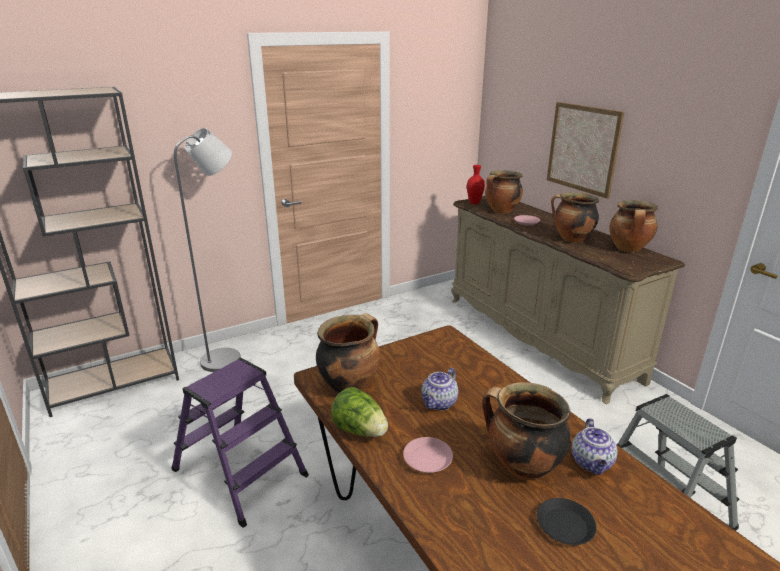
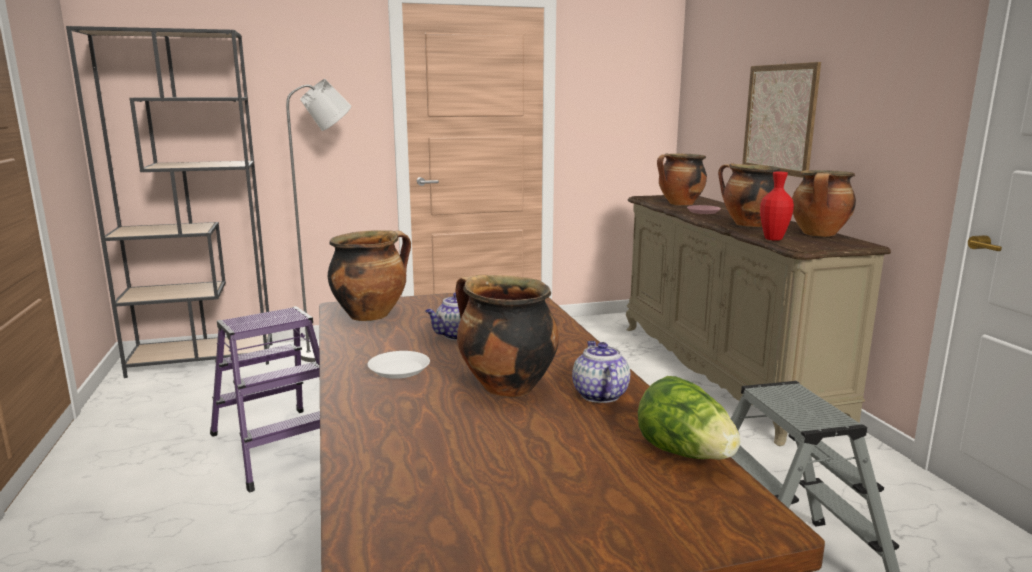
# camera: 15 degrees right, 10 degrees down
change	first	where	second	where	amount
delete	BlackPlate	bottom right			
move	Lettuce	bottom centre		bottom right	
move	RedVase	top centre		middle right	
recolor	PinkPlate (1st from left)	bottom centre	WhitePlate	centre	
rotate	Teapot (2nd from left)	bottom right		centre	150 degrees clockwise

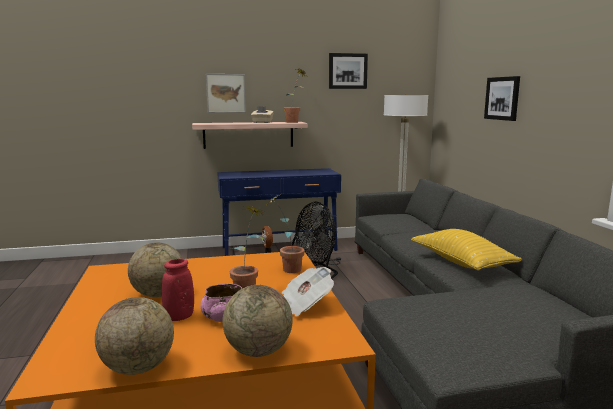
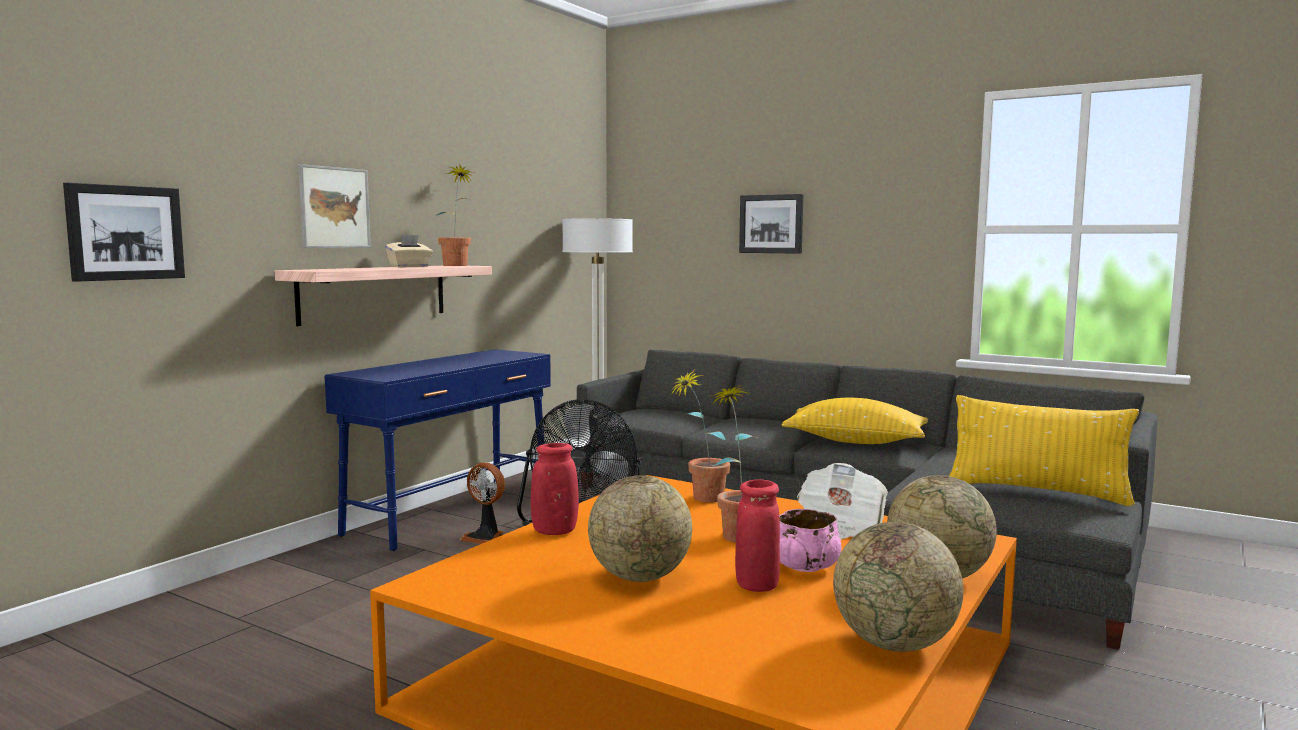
# camera: 45 degrees left, 5 degrees down
change	first	where	second	where	amount
insert			RedVase (1st from left)	bottom centre	
insert			YellowPillow (2nd from left)	middle right	
move	Picture (2nd from left in the first image)	top centre	Picture (1st from left)	top left	

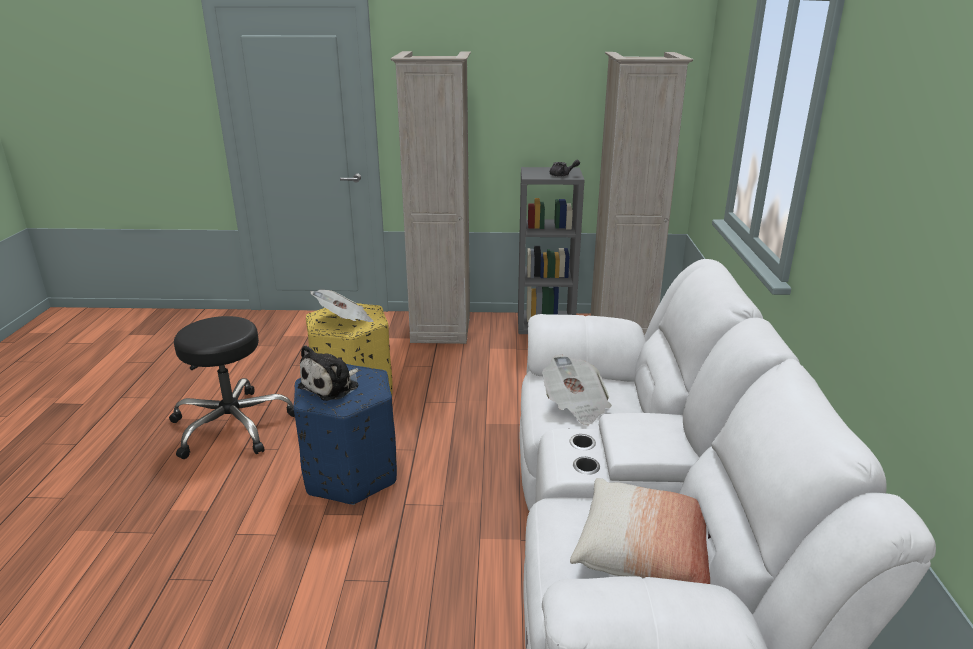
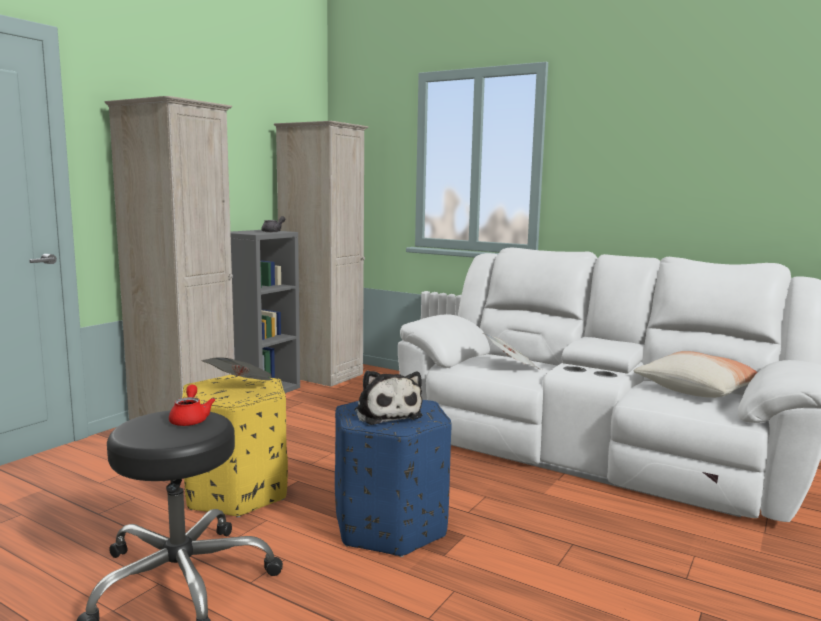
# camera: 60 degrees left, 15 degrees down
change	first	where	second	where	amount
insert			RedTeapot	middle left	

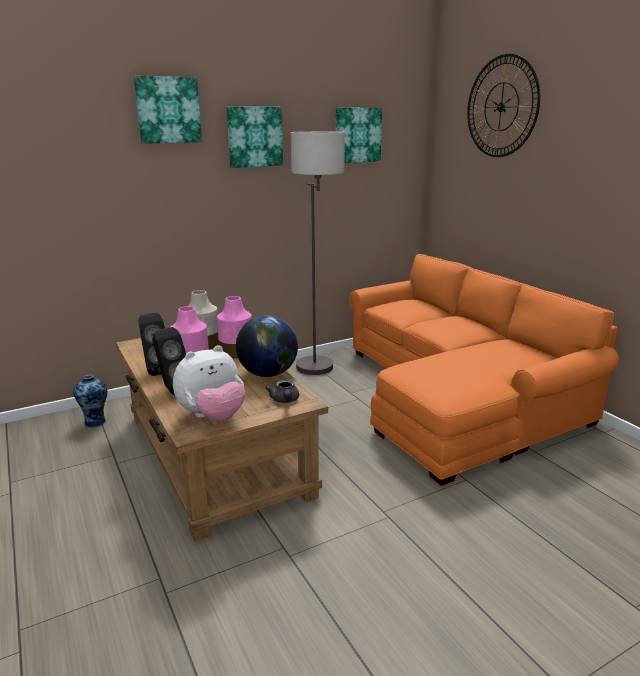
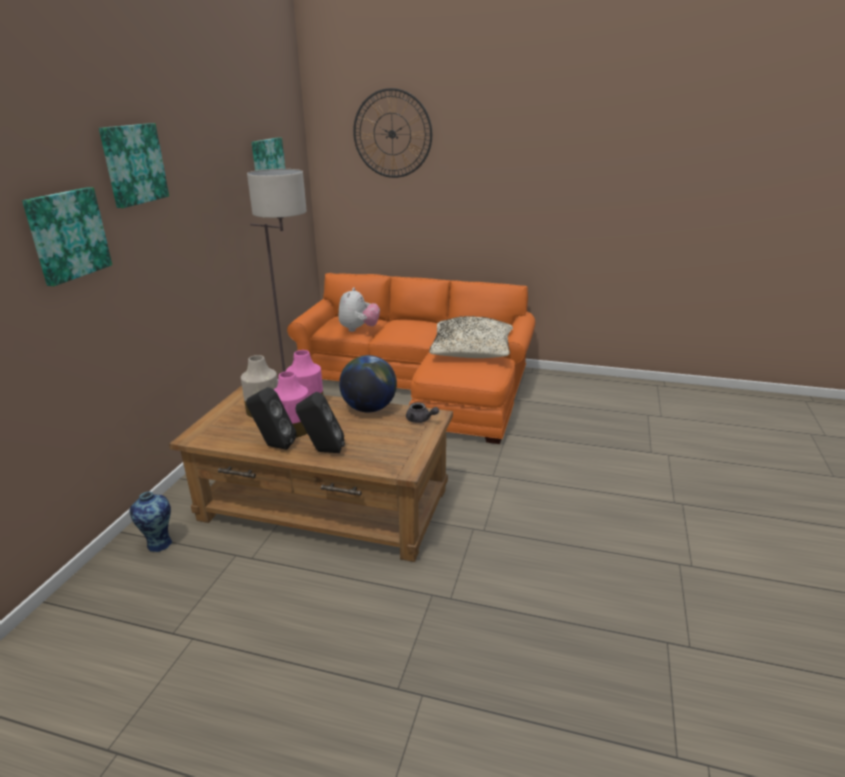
# camera: 45 degrees left, 5 degrees up
change	first	where	second	where	amount
insert			BeigePillow	centre	
move	PlushToy	middle left		centre	
move	Picture (2nd from left in the first image)	top centre	Picture (1st from left)	top left	

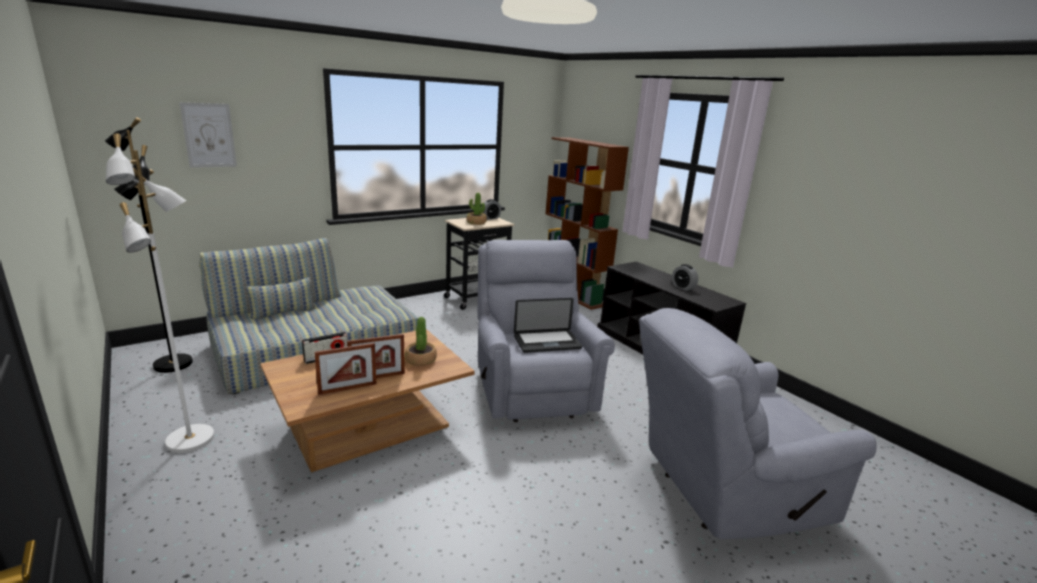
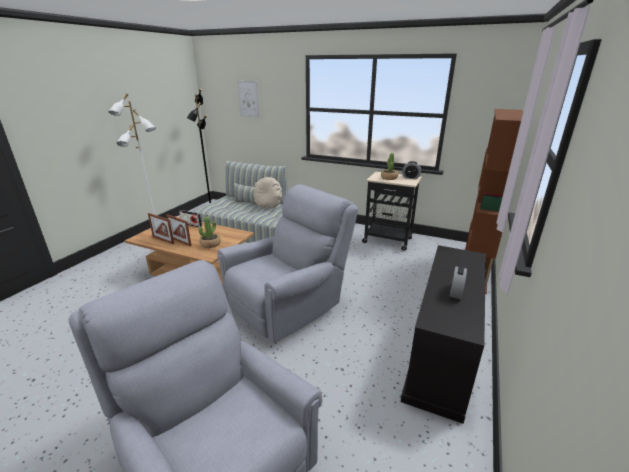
# camera: 60 degrees right, 5 degrees up
change	first	where	second	where	amount
delete	Laptop	centre			
insert			BeigePillow	centre	

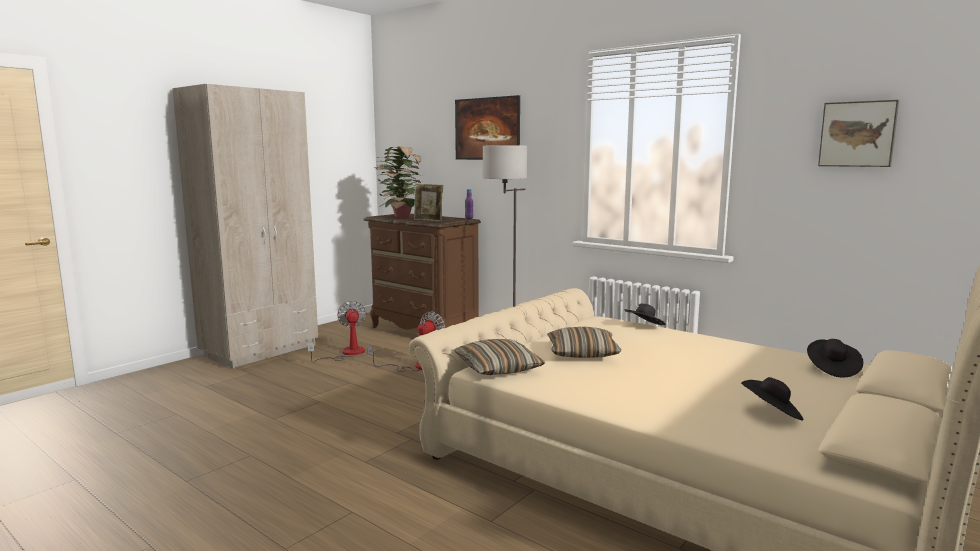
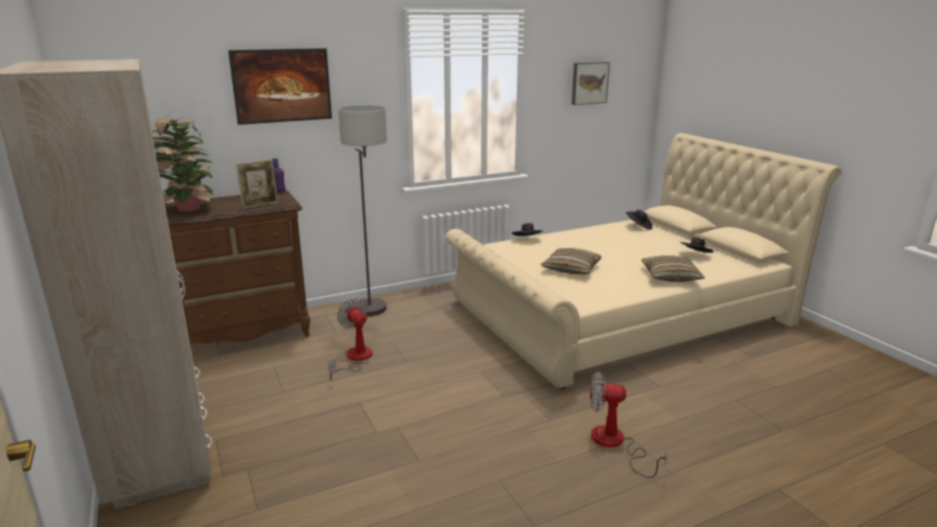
# camera: 65 degrees left, 10 degrees up
change	first	where	second	where	amount
move	Fan (1st from left in the first image)	centre	Fan (2nd from left)	bottom right	
move	Pillow (1st from left in the first image)	centre	Pillow (2nd from left)	middle right	

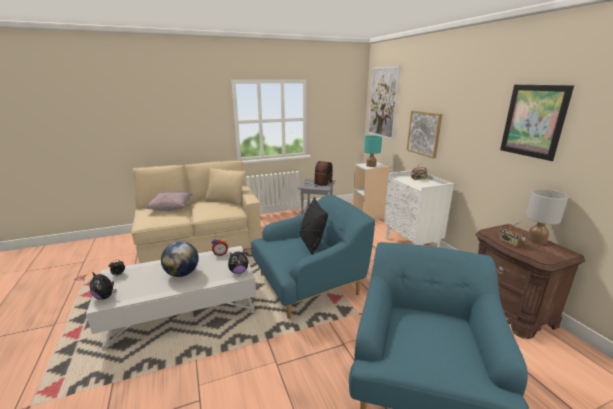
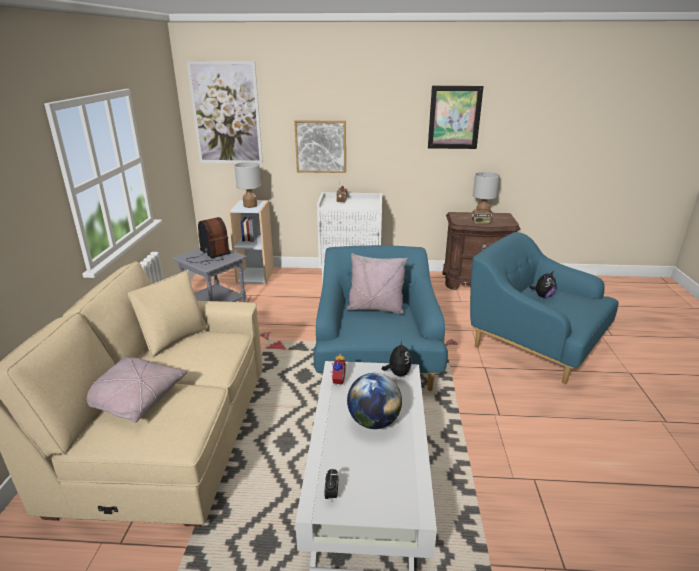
# camera: 65 degrees left, 5 degrees up
change	first	where	second	where	amount
move	PlushToy (1st from left in the first image)	bottom left	PlushToy (2nd from left)	middle right	
recolor	BlackPillow	centre	PurplePillow (2nd from left)	centre	
recolor	TurquoiseTableLamp	centre	GreyTableLamp (1st from left)	top centre	

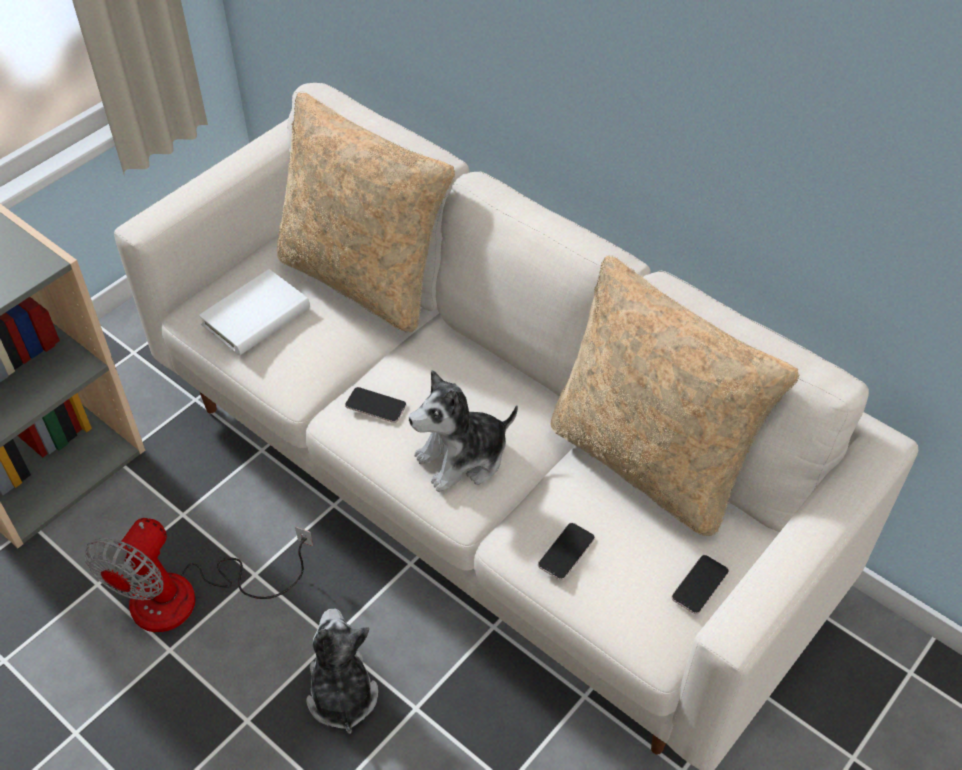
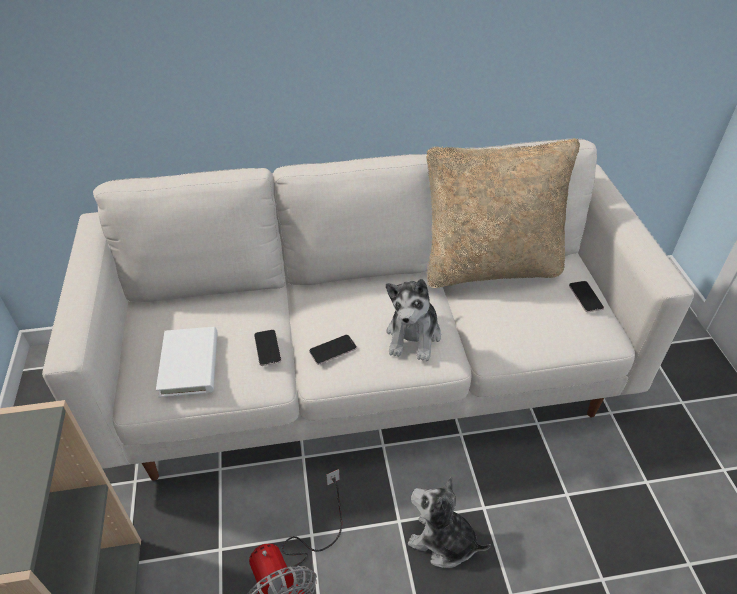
# camera: 50 degrees left, 5 degrees down
change	first	where	second	where	amount
delete	BeigePillow (1st from left)	top centre			
move	Phone (2nd from left in the first image)	bottom centre	Phone (1st from left)	centre	

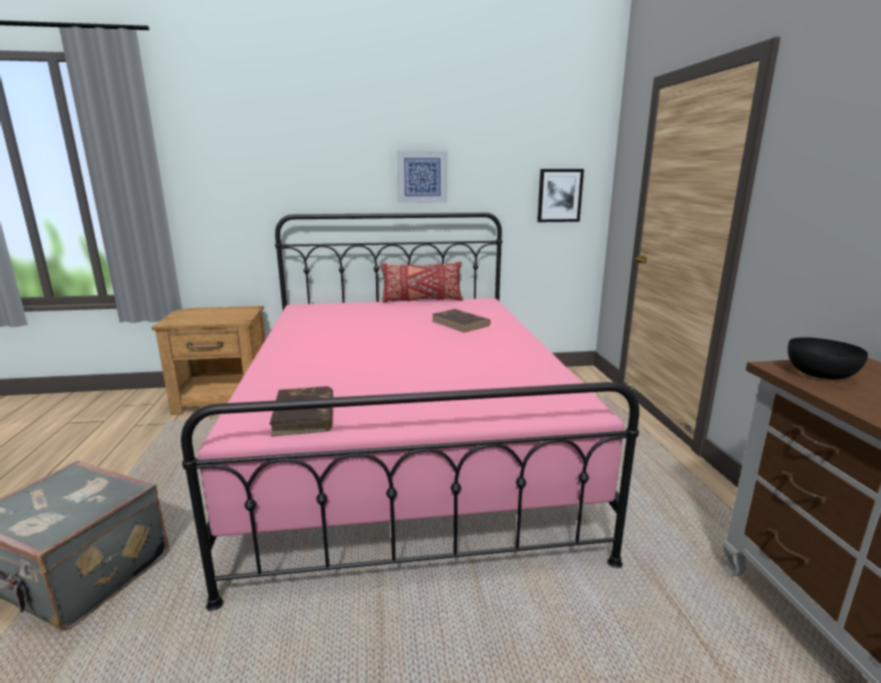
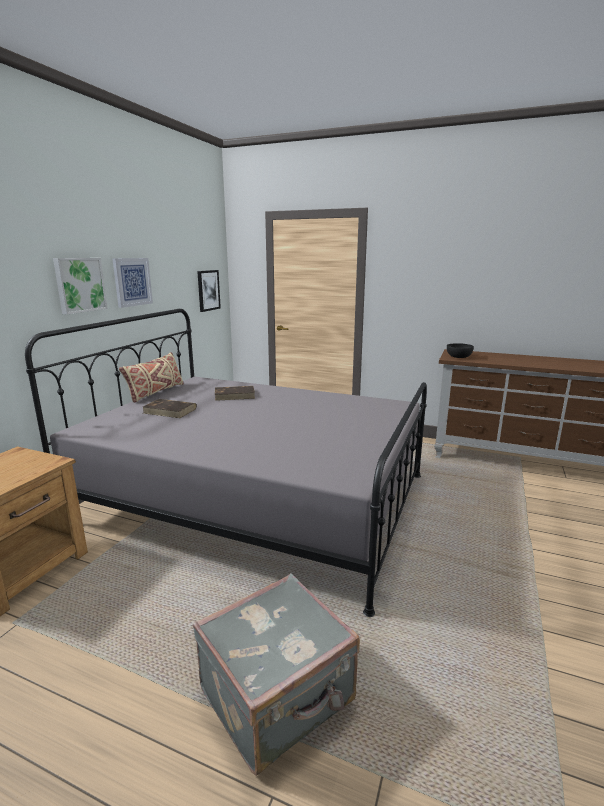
# camera: 60 degrees left, 0 degrees up
change	first	where	second	where	amount
insert			Picture (1st from left)	middle left	
move	BrownBook (1st from left)	centre		middle left	
recolor	PinkBed	centre	GreyBed	centre	
recolor	RedPillow	centre	BeigePillow	middle left	

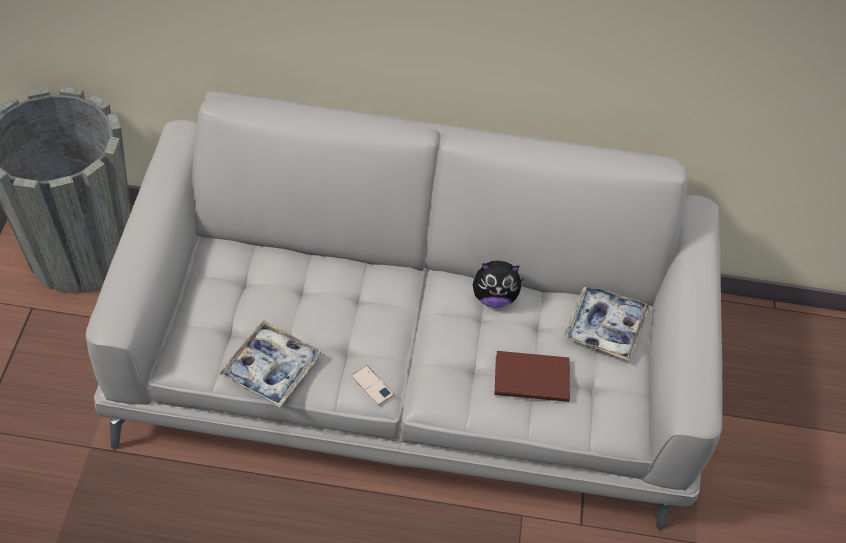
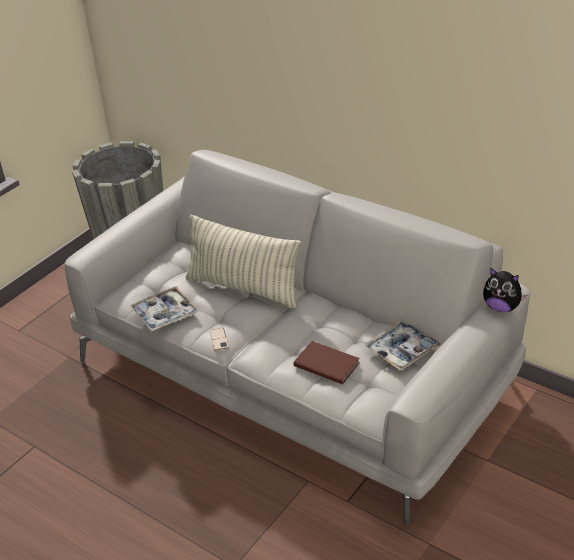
# camera: 35 degrees right, 15 degrees down
change	first	where	second	where	amount
insert			Pillow	centre	
move	PlushToy	centre		middle right	

